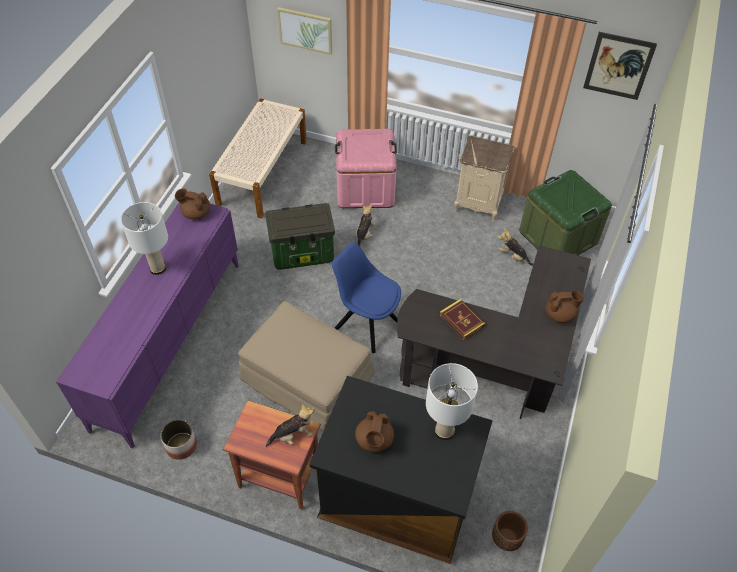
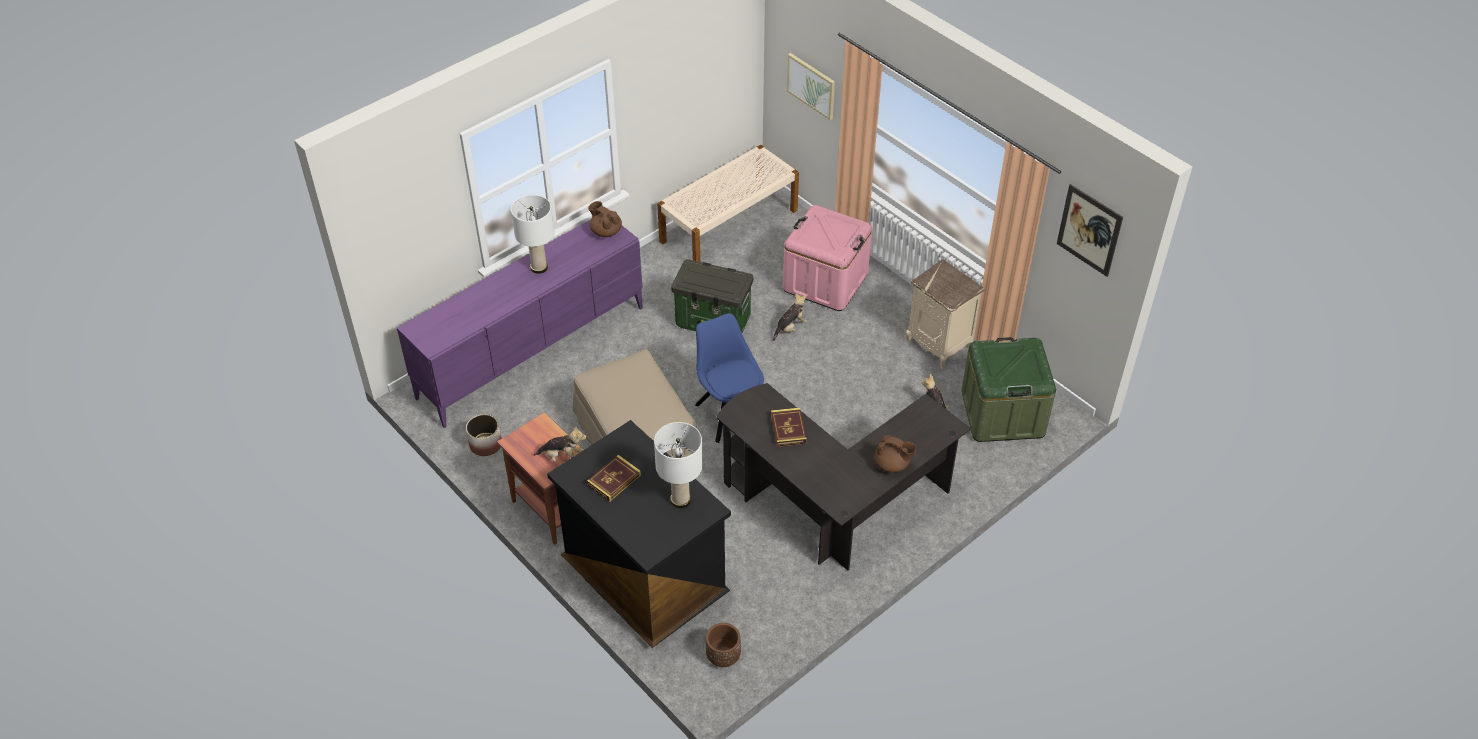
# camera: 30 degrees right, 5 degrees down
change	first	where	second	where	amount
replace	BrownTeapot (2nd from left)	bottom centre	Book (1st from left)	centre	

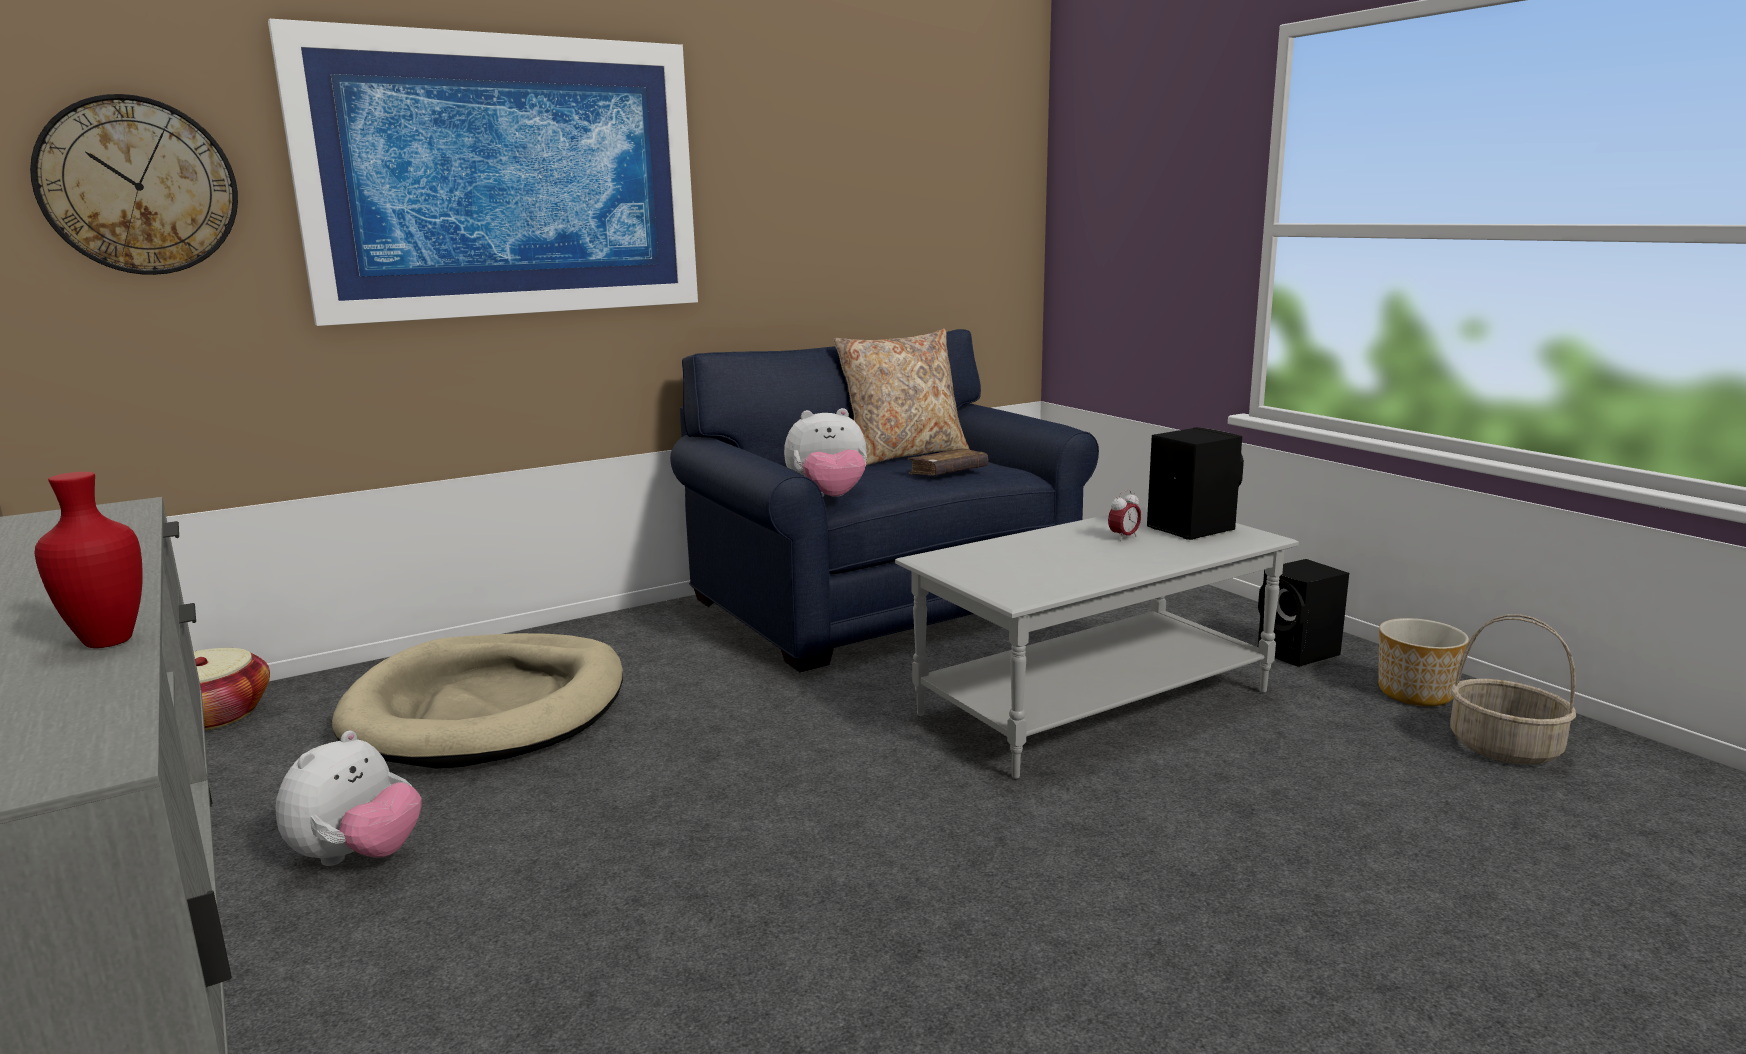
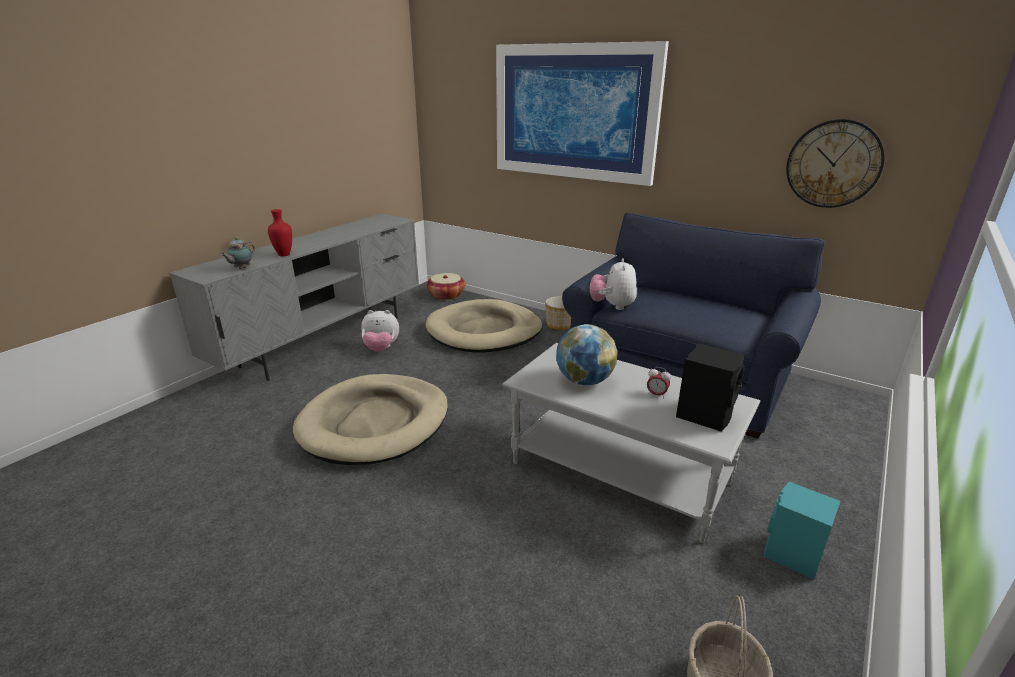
# camera: 65 degrees right, 10 degrees up
change	first	where	second	where	amount
delete	BeigePillow	centre			
delete	BrownBook	centre			
insert			Teapot	middle left	
insert			BeigeDogBed (1st from left)	centre	
insert			Globe	centre	
move	WallClock	top left		top right	
move	Planter	middle right		centre	
recolor	BlackSpeaker (2nd from left)	middle right	TurquoiseSpeaker	bottom right	
rotate	PlushToy (2nd from left)	centre		centre	45 degrees clockwise

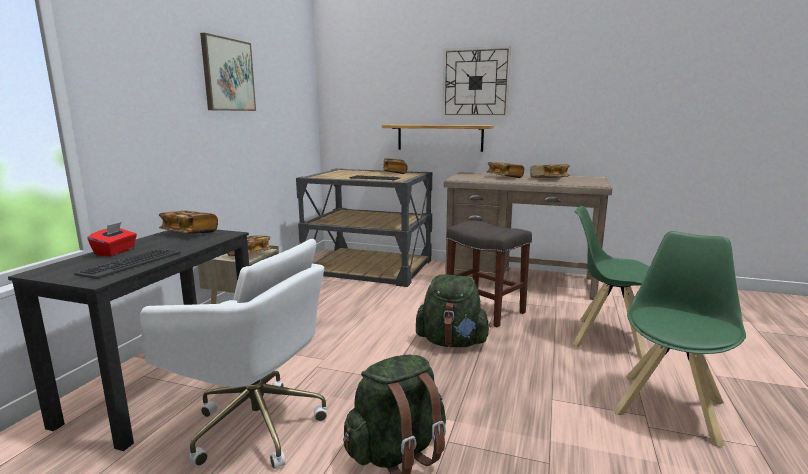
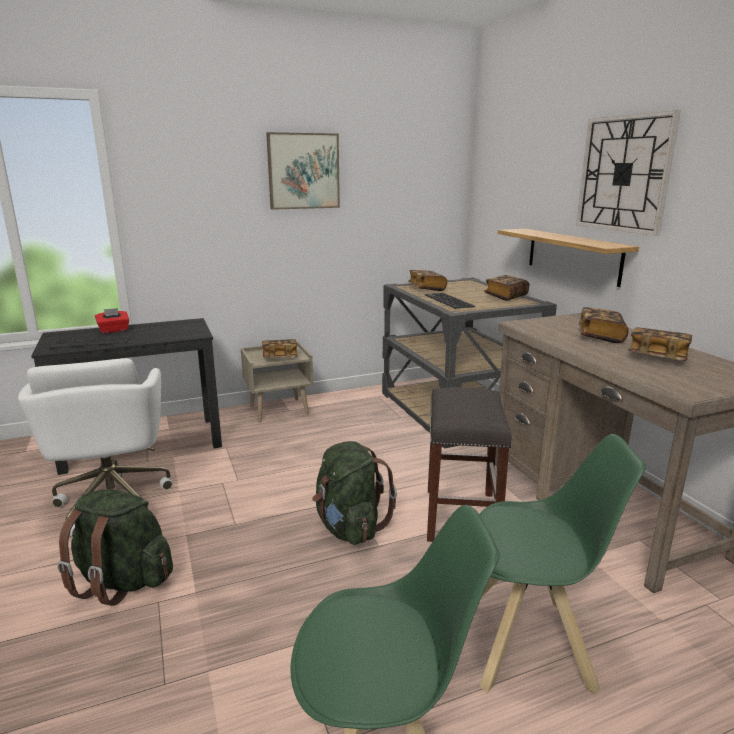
# camera: 50 degrees right, 5 degrees up
change	first	where	second	where	amount
move	Book (1st from left in the first image)	middle left	Book (2nd from left)	centre	
rotate	GreenChair (1st from left in the first image)	middle right	GreenChair (2nd from left)	bottom right	105 degrees clockwise

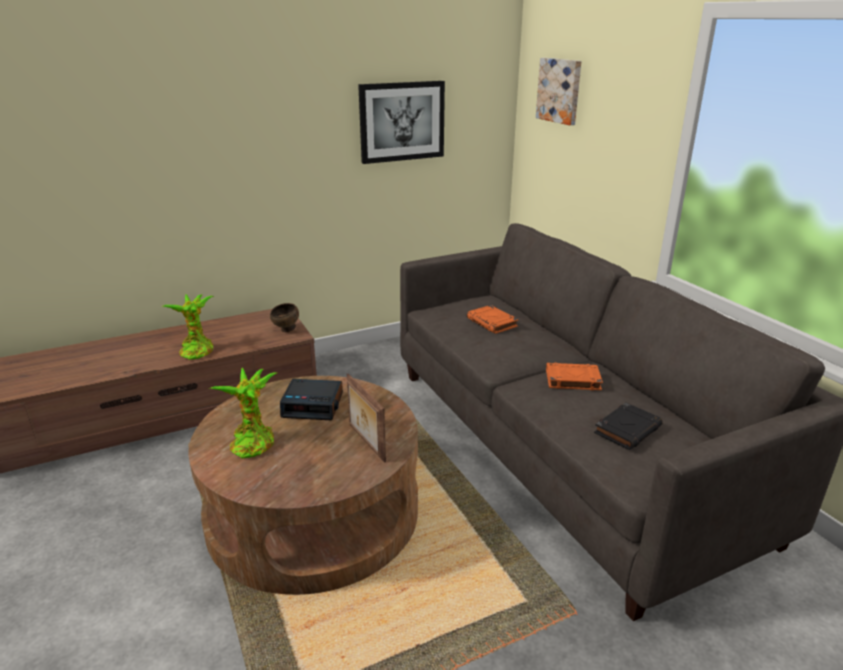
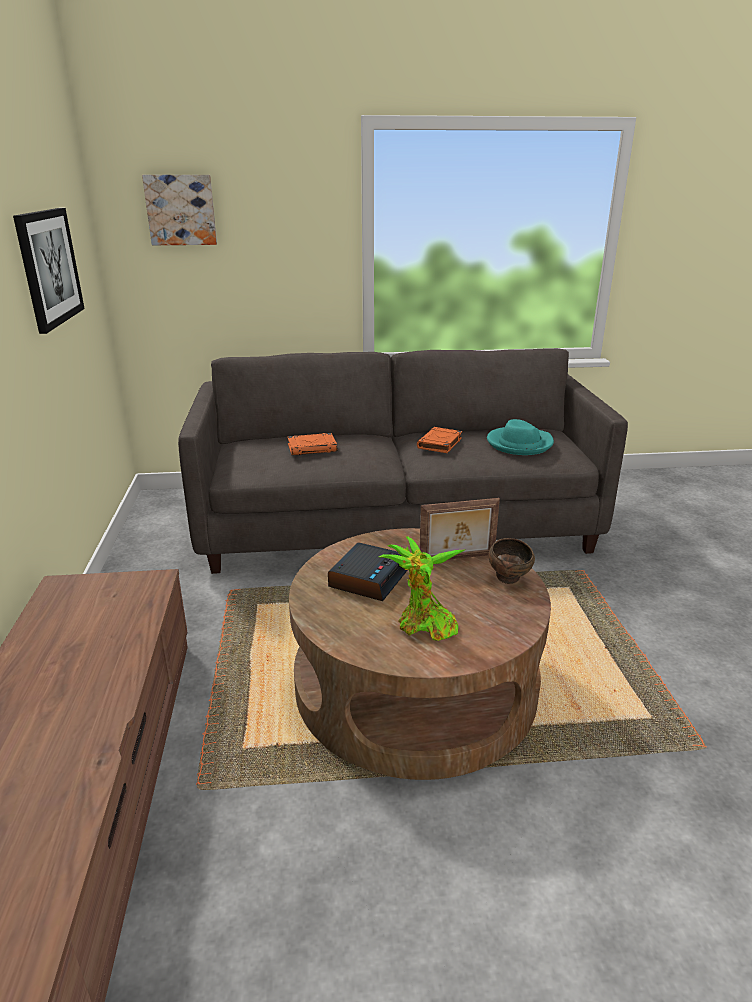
# camera: 70 degrees left, 0 degrees up
change	first	where	second	where	amount
delete	PottedPlant (1st from left)	middle left			
move	BrownBowl	centre		middle right	
replace	BlackBook	middle right	TurquoiseHat	middle right	

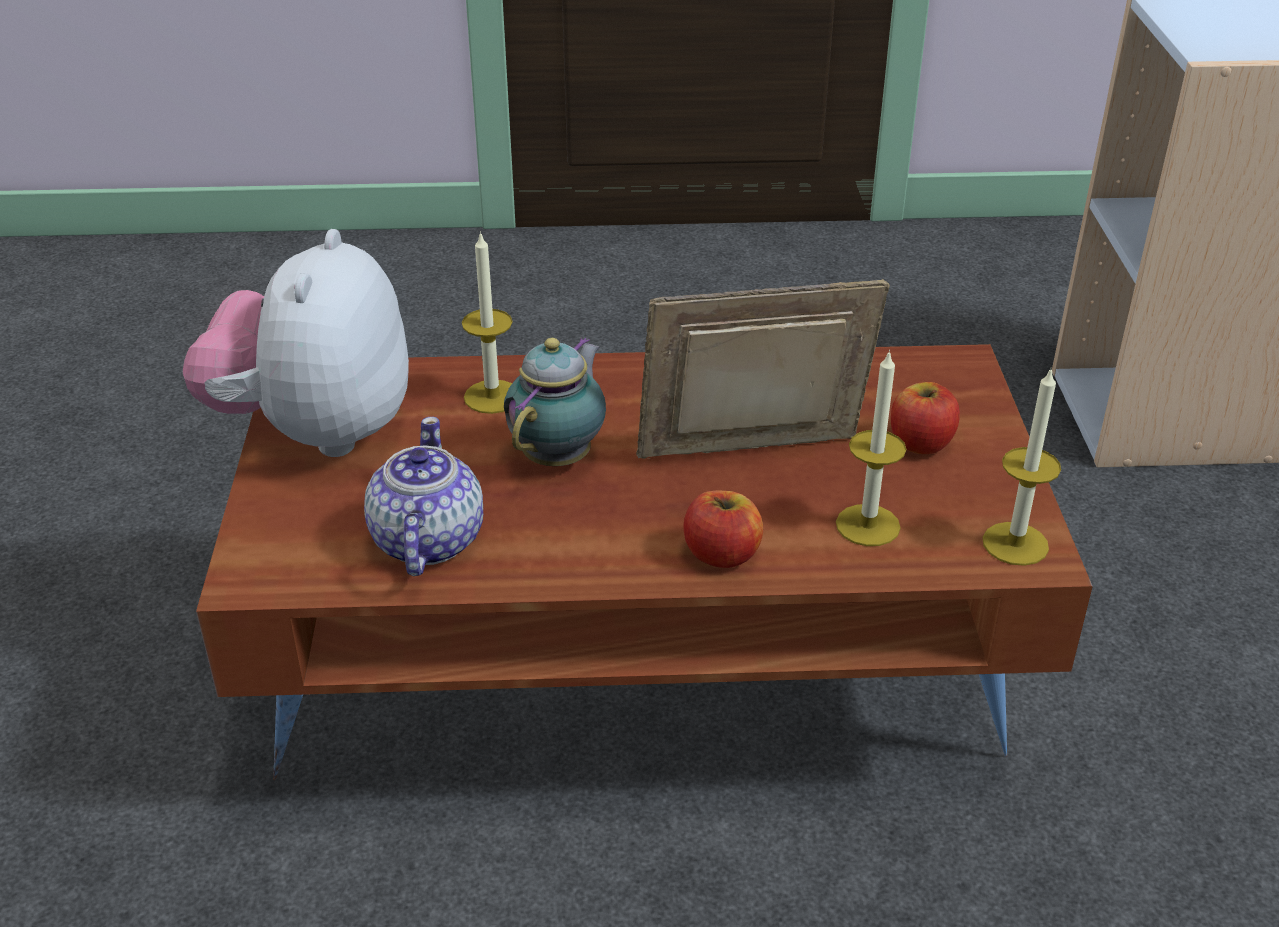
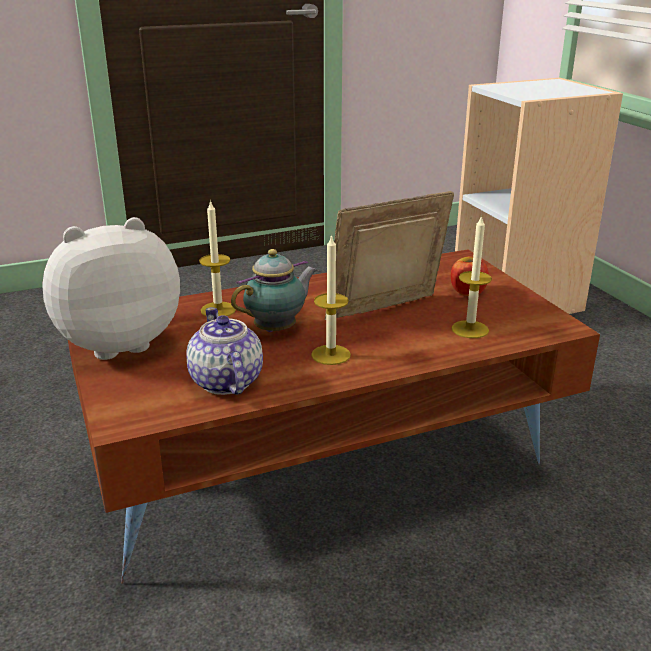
# camera: 20 degrees left, 10 degrees down
change	first	where	second	where	amount
delete	Apple (1st from left)	centre			
move	Candle (3rd from left in the first image)	middle right	Candle (2nd from left)	centre	
rotate	PlushToy	middle left		middle left	75 degrees clockwise
rotate	Teapot (2nd from left)	centre		centre	45 degrees clockwise

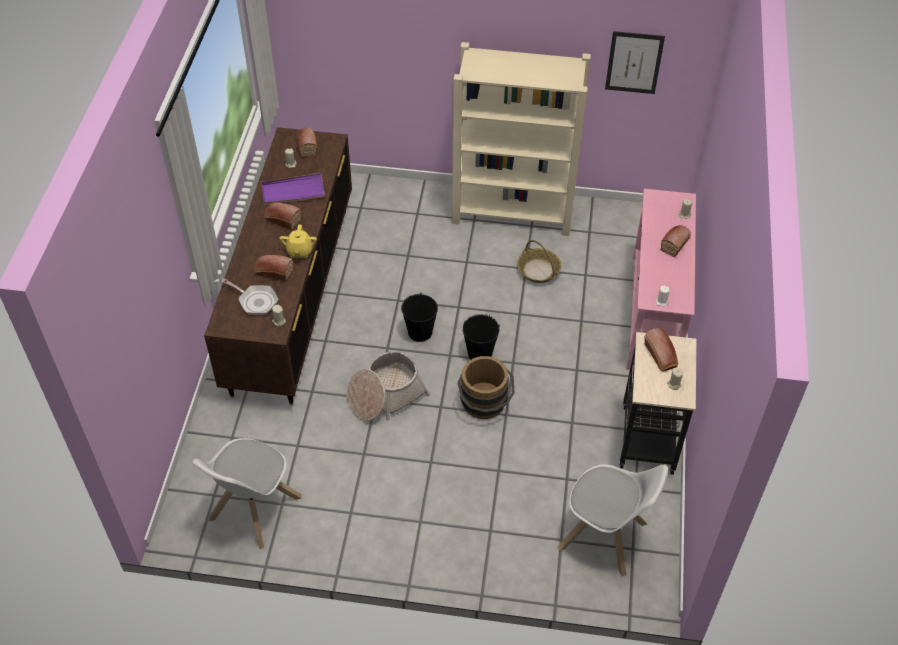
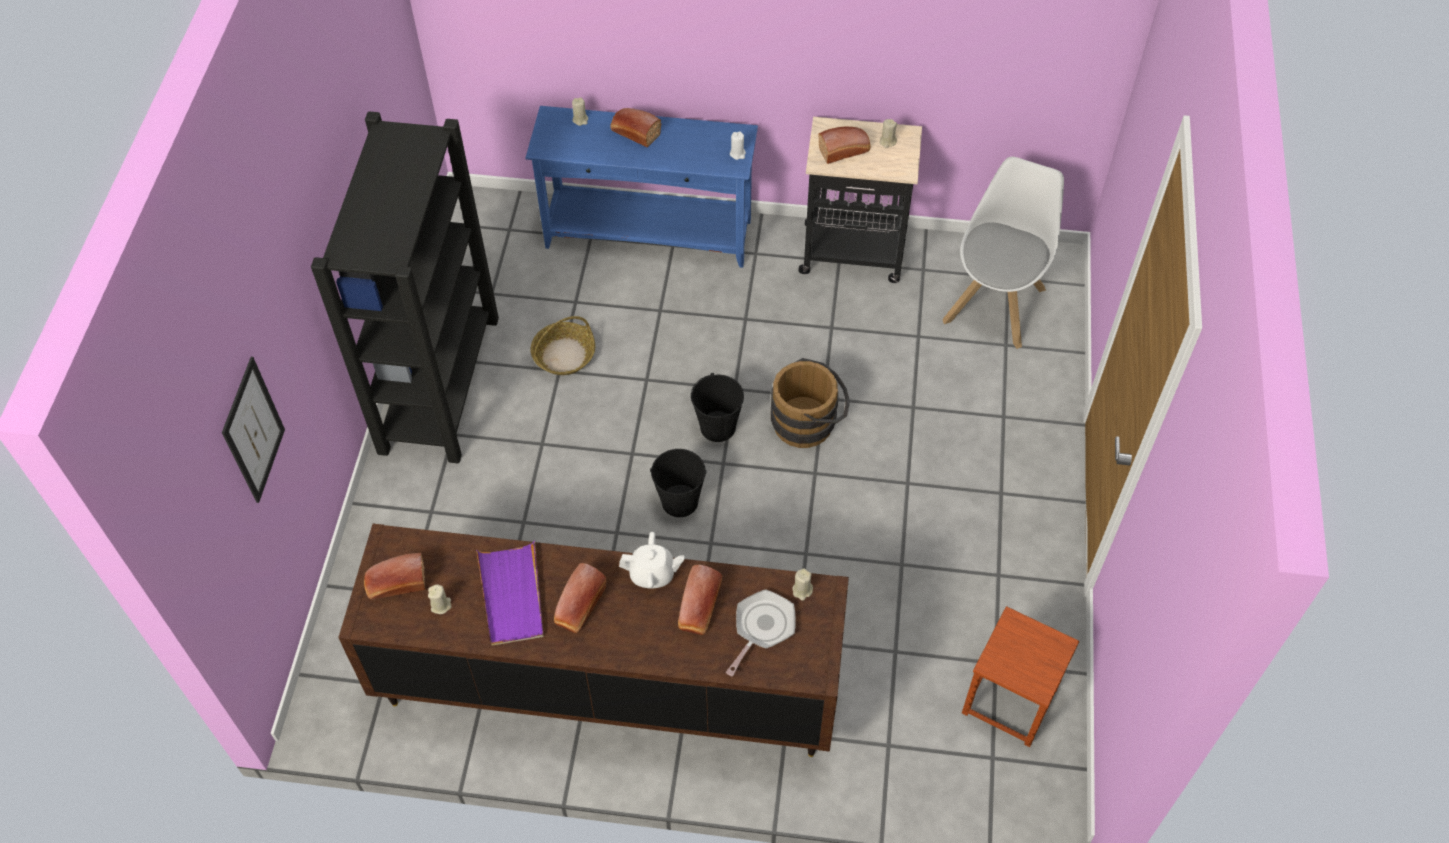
# camera: 90 degrees left, 5 degrees up
change	first	where	second	where	amount
delete	Basket (1st from left)	centre			
move	Picture	top right		middle left	
replace	Chair (1st from left)	bottom left	BrownStool	bottom right	
recolor	YellowTeapot	middle left	WhiteTeapot	centre	
recolor	BeigeBookcase	top centre	BlackBookcase	middle left	
recolor	PinkConsoleTable	middle right	BlueConsoleTable	top centre	

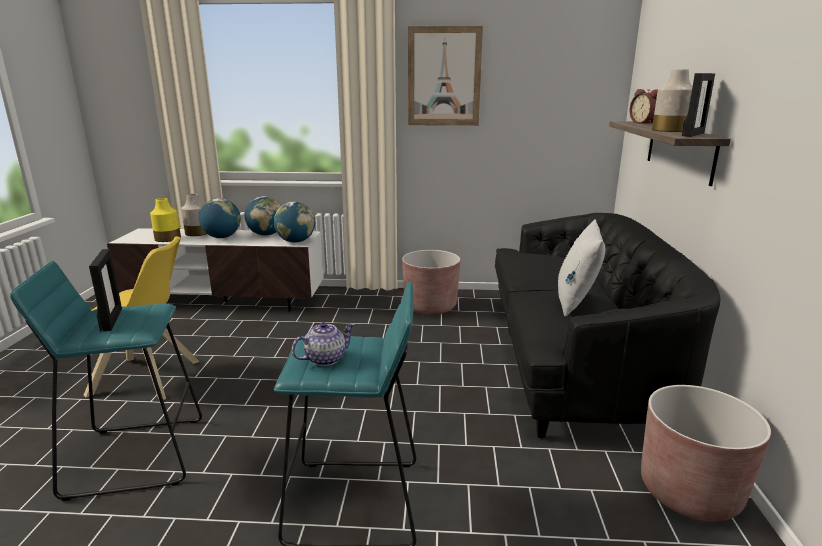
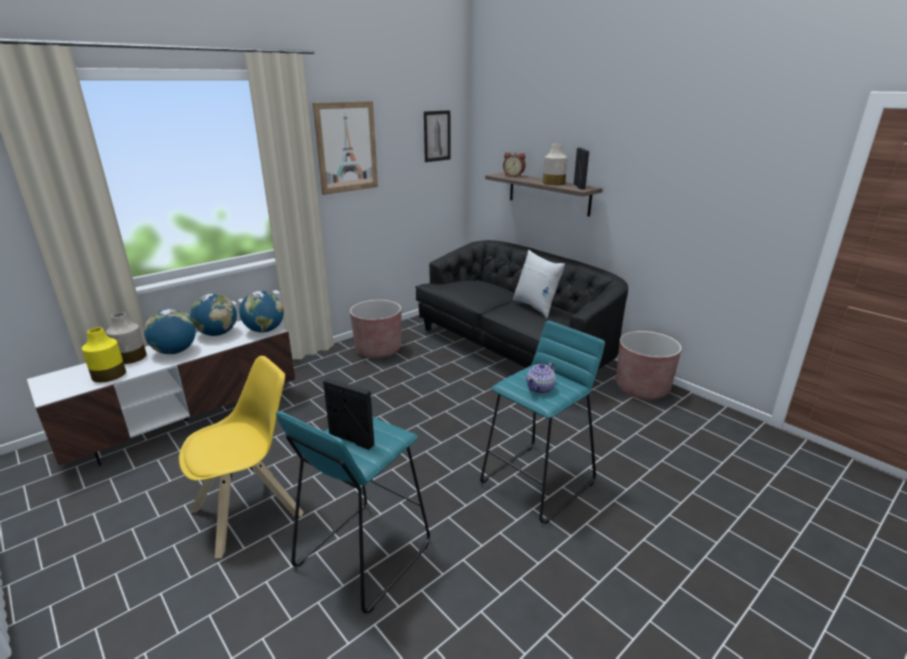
# camera: 45 degrees left, 5 degrees up
change	first	where	second	where	amount
insert			Picture (2nd from left)	top centre	
rotate	Teapot	centre		centre	150 degrees counterclockwise

